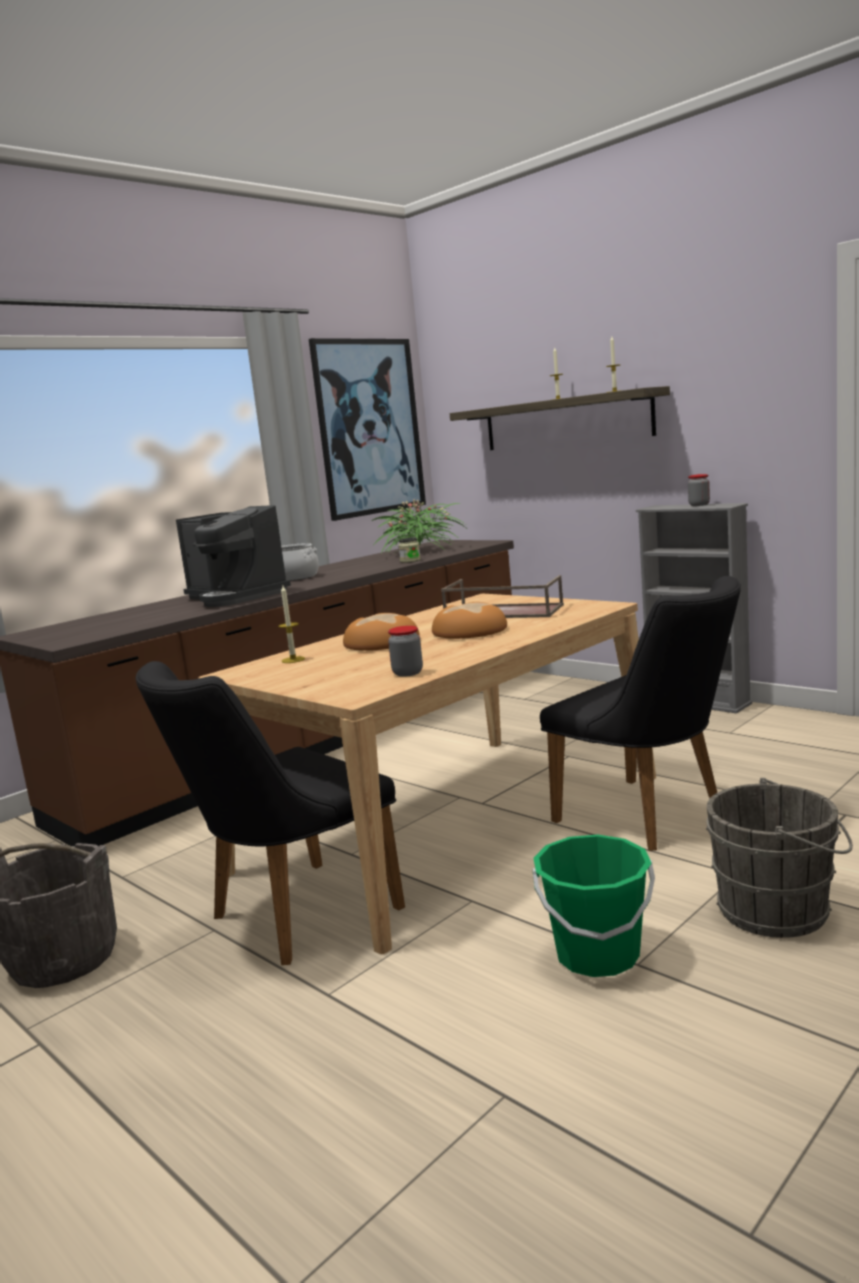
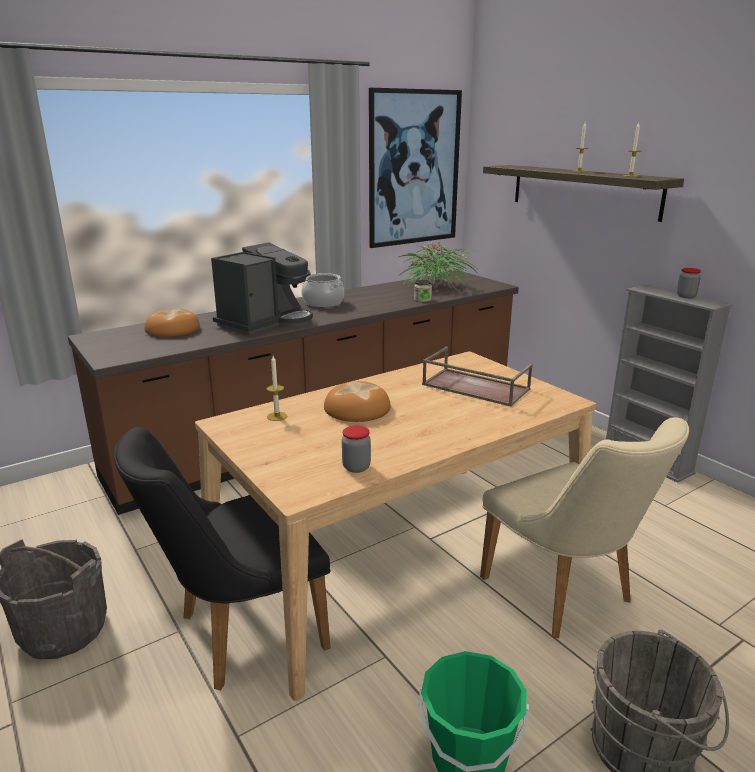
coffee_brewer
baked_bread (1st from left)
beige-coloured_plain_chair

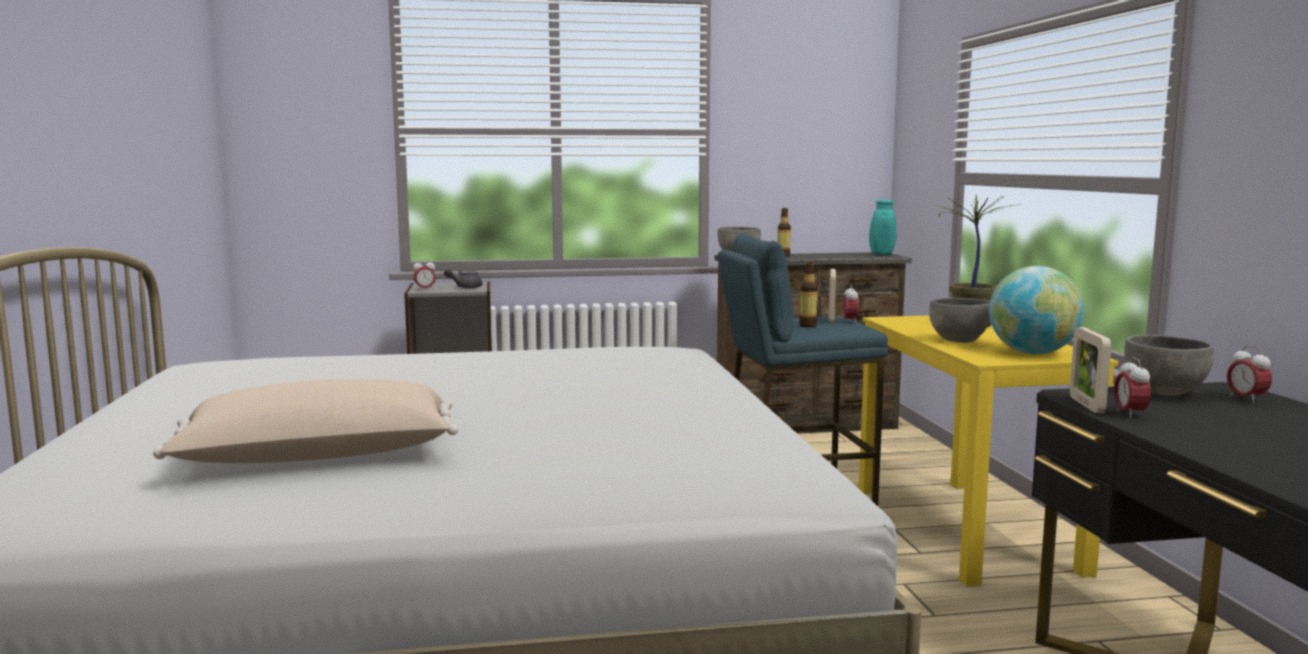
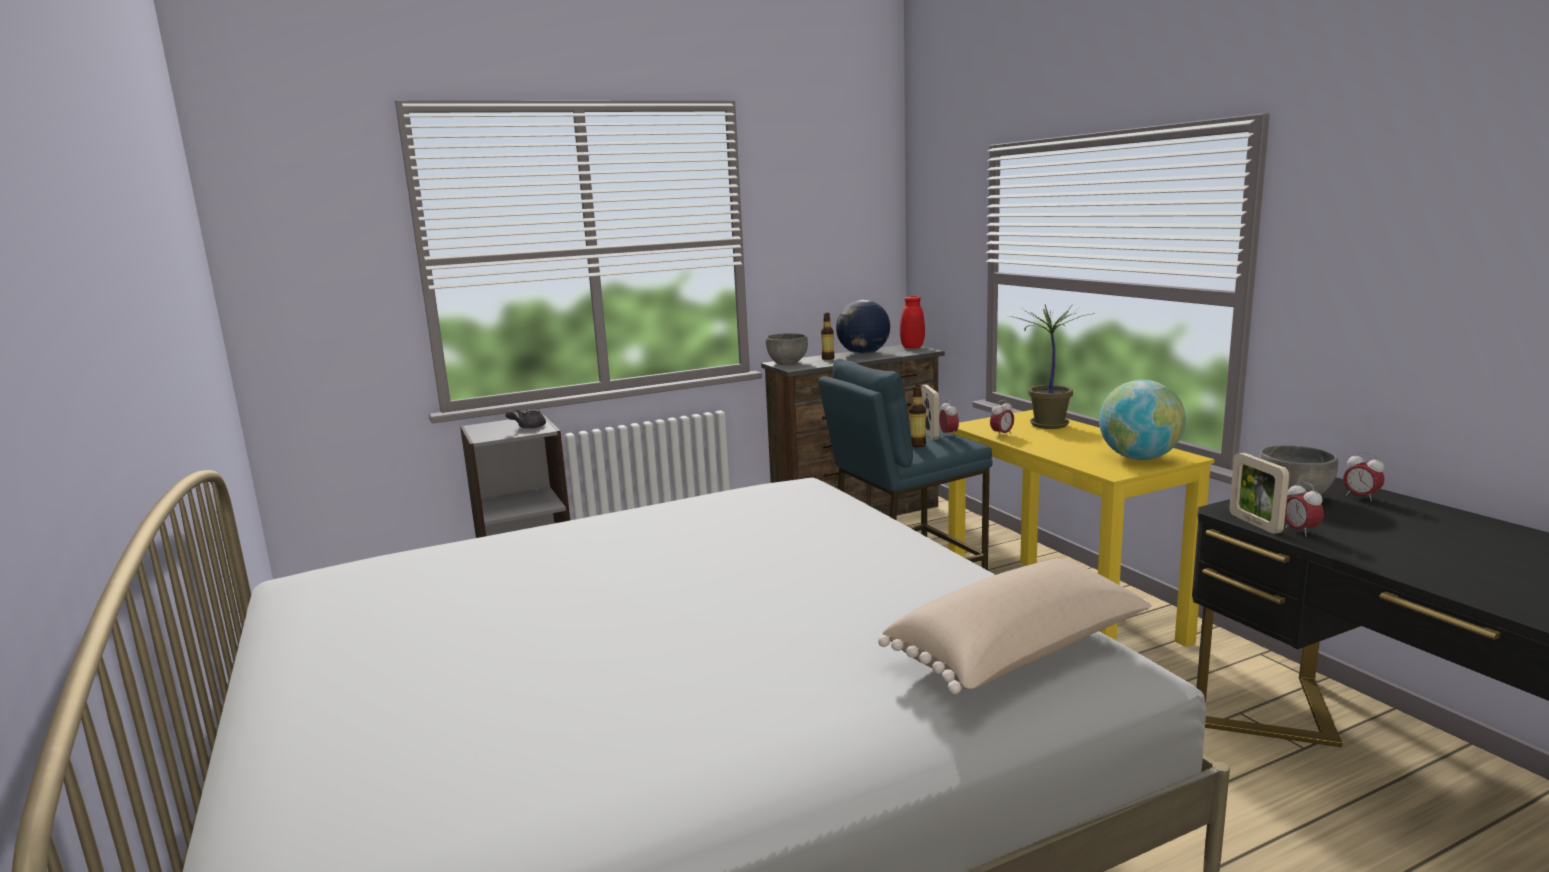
beige-coloured_throw_pillow
alarm_clock (2nd from left)
red-coloured_flower_vase
gray_serving_bowl (2nd from left in the first image)
world_globe (1st from left)

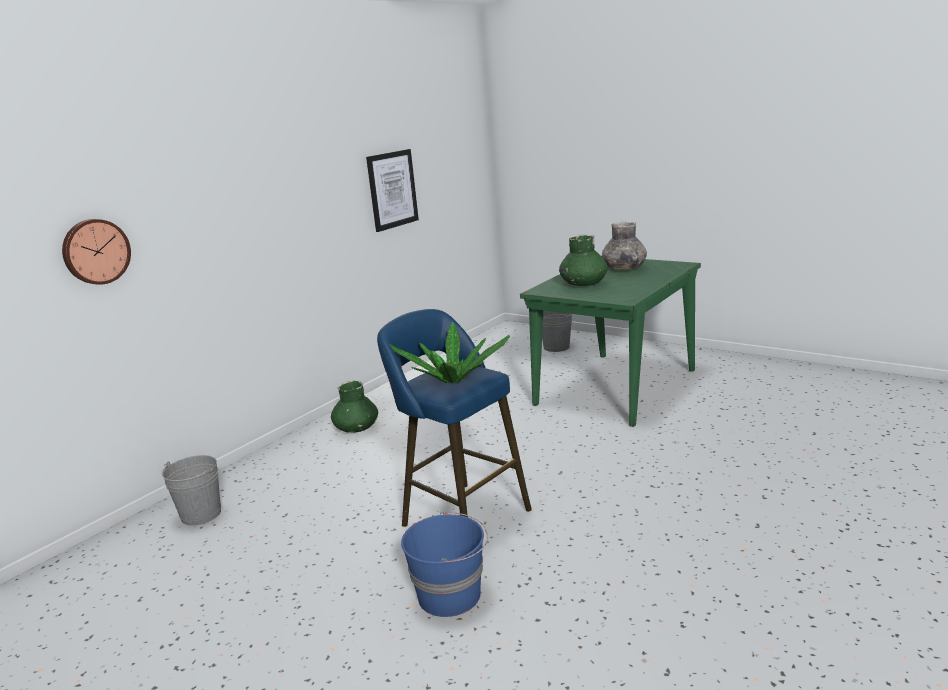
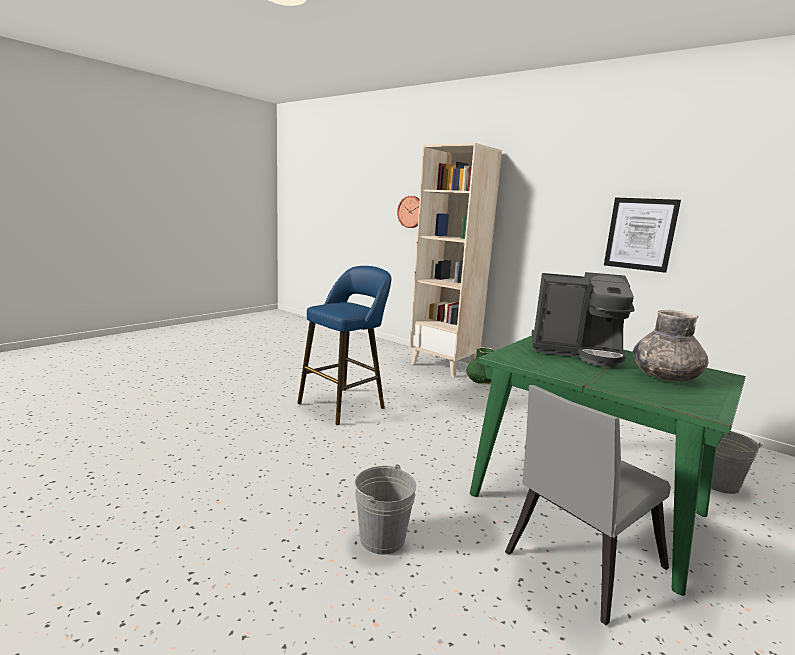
gray_water_bucket (1st from left)
houseplant
blue-coloured_water_bucket
coffee_brewer
beige-coloured_bookcase
gray_plain_chair

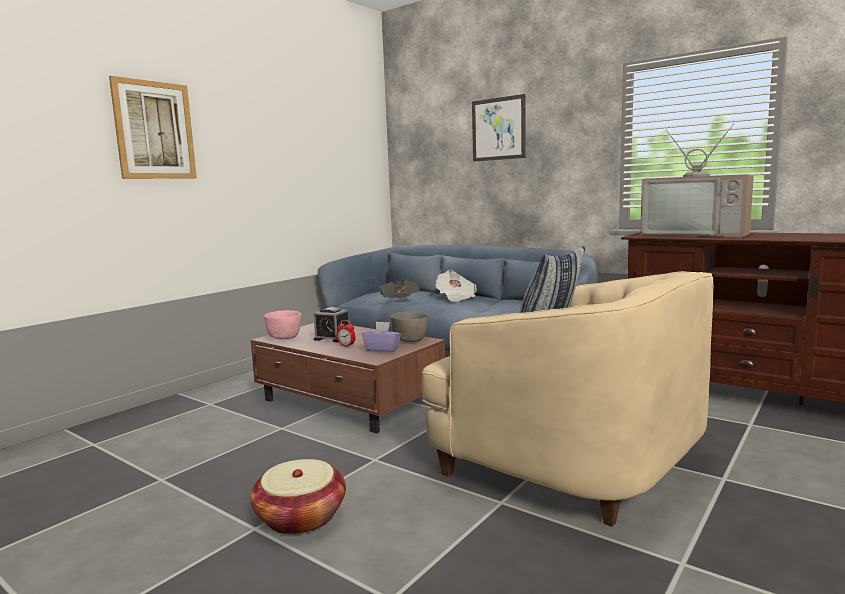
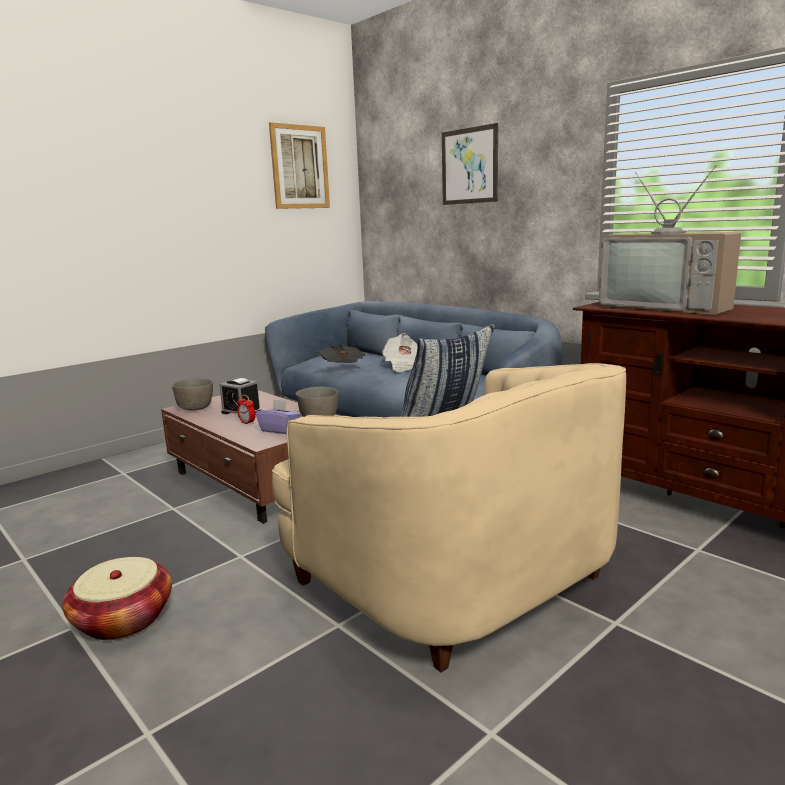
wall_picture (1st from left)
gray_serving_bowl (1st from left)

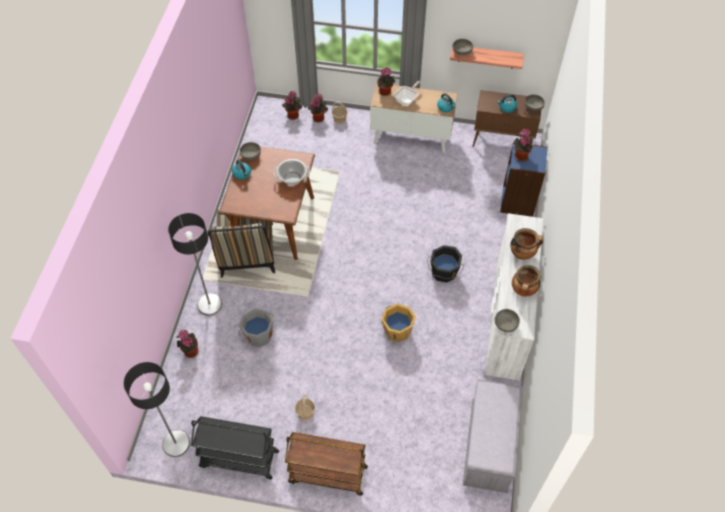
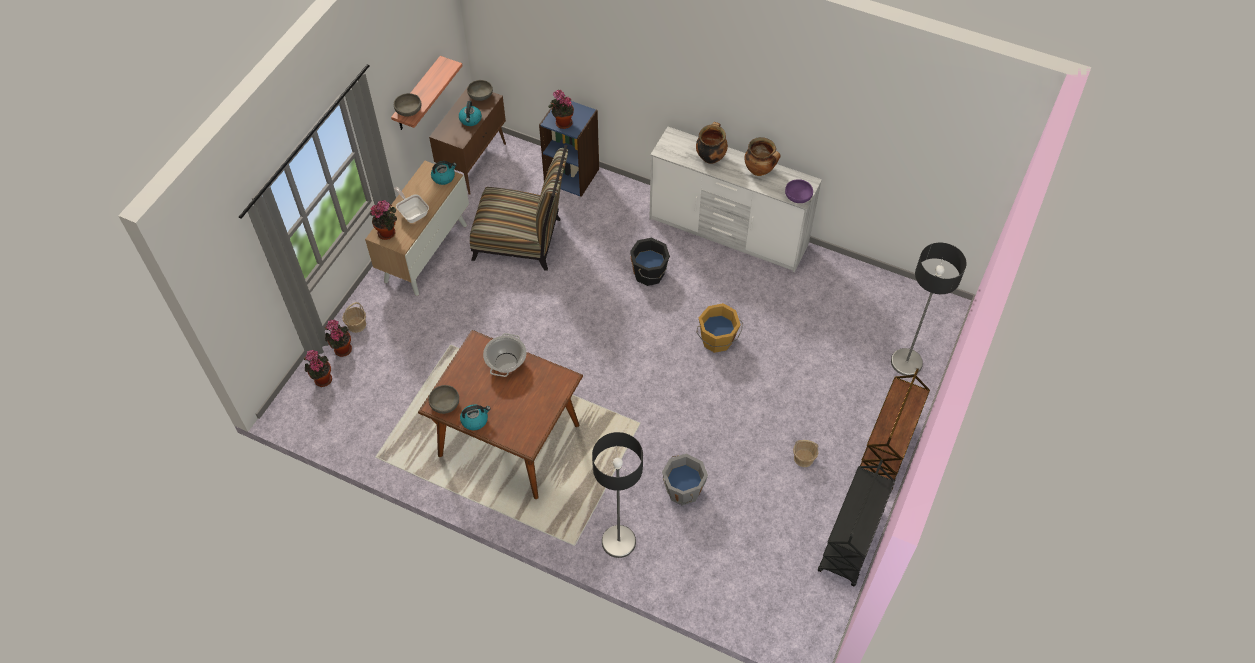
standard_lamp (2nd from left)
houseplant (1st from left in the first image)
plain_chair
gray_bench
purple-coloured_serving_bowl

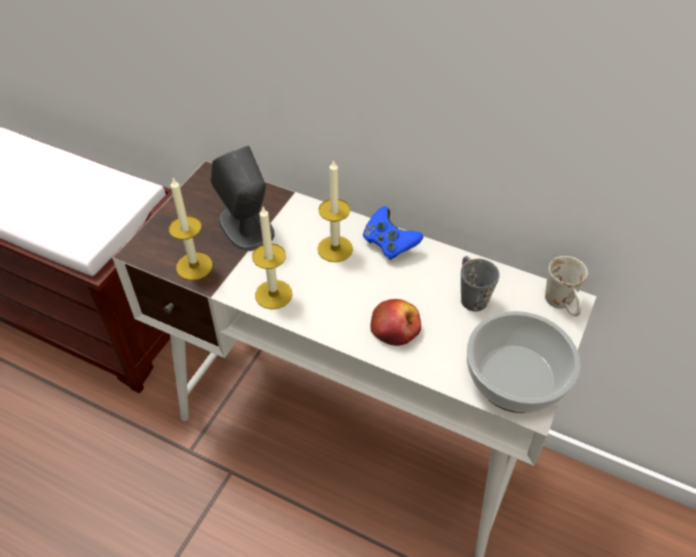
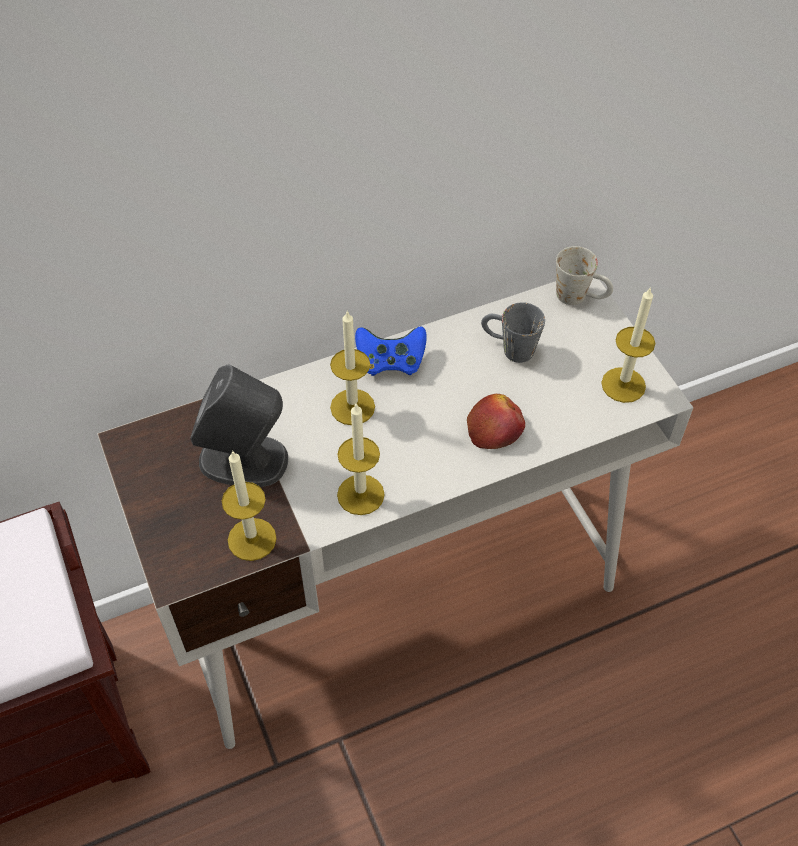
wax_candle (4th from left)

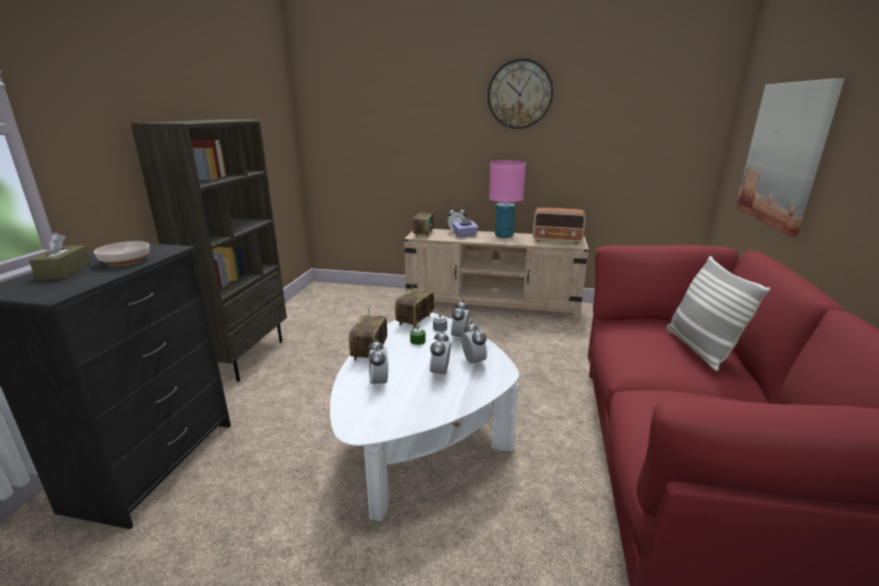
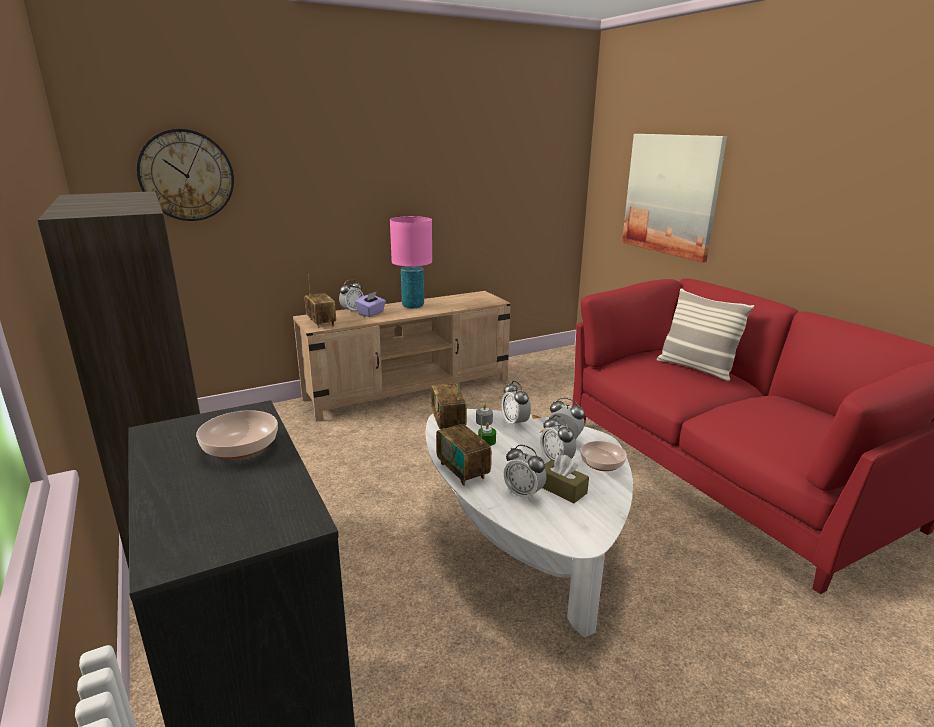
brownish_tissue_holder
wall_clock
radio (4th from left in the first image)
serving_bowl (2nd from left)

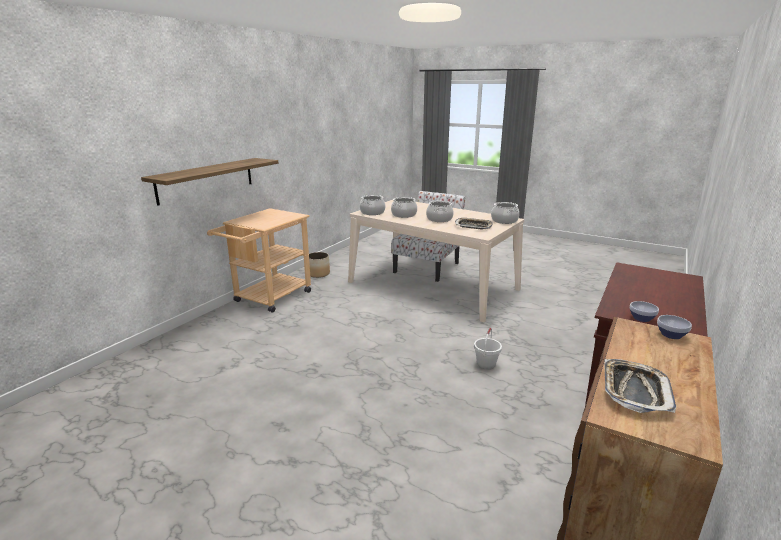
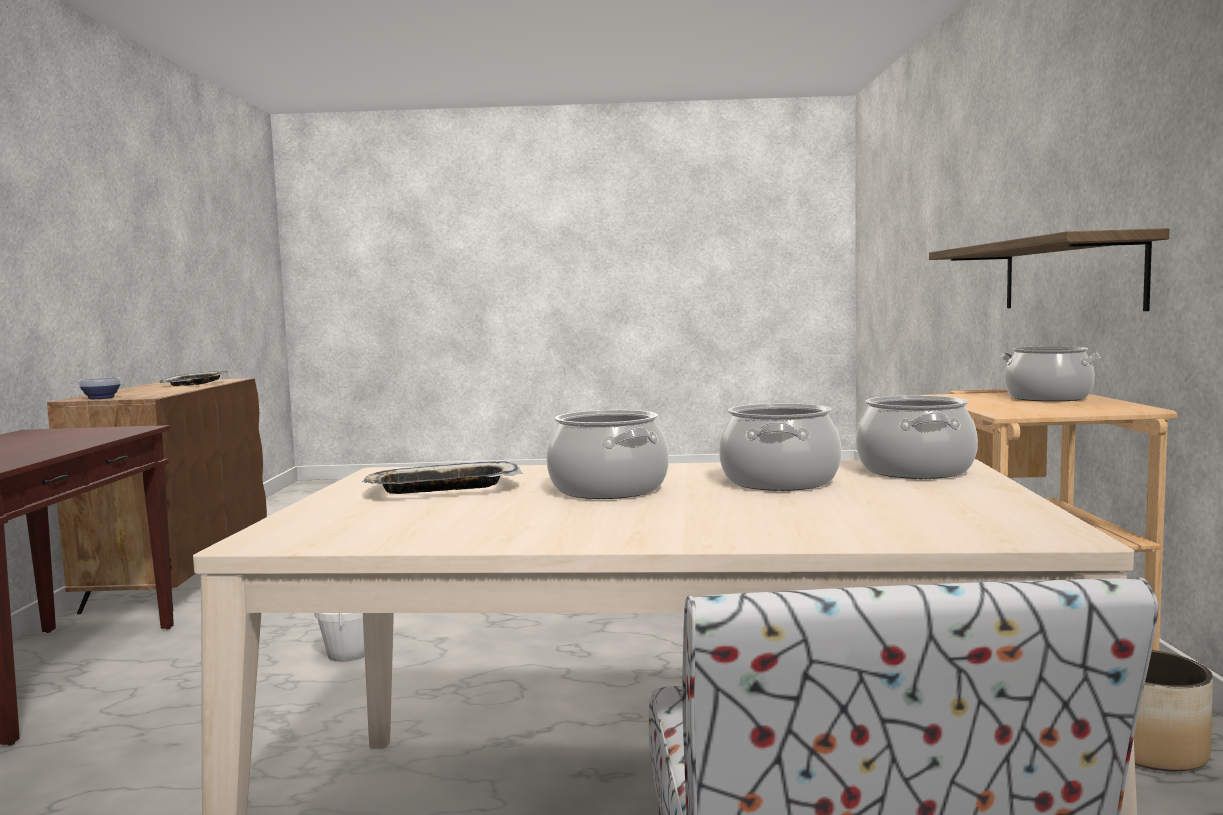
cooking_pot (4th from left)
serving_bowl (1st from left in the first image)

